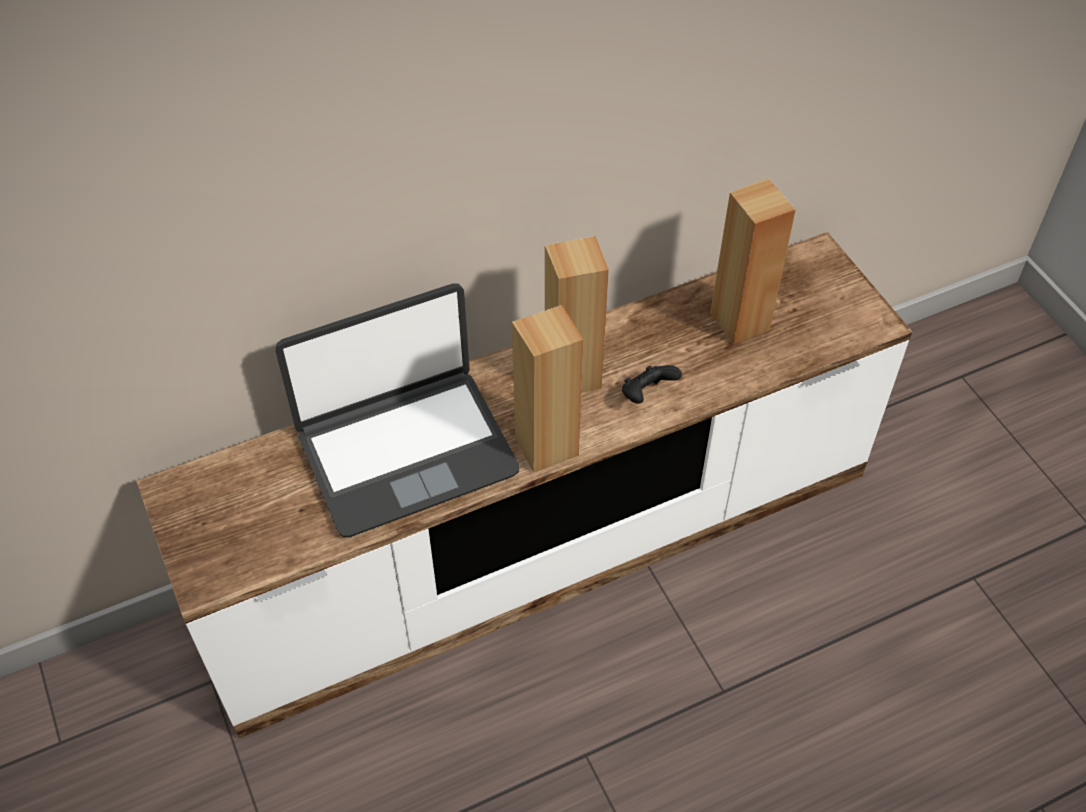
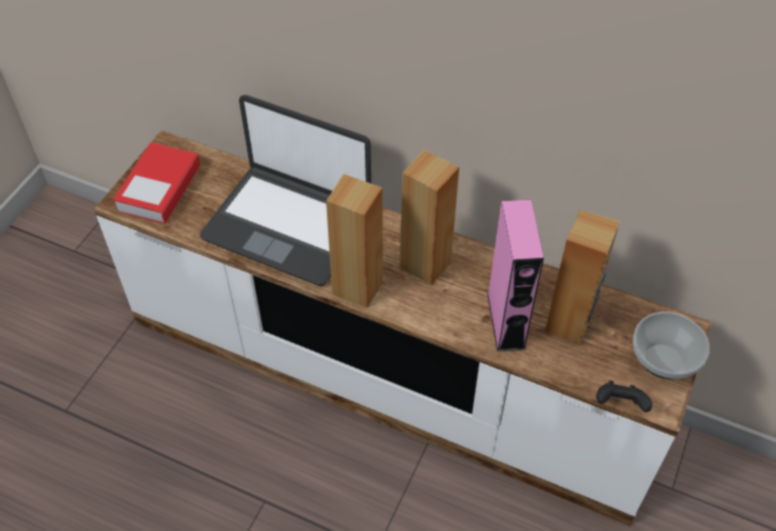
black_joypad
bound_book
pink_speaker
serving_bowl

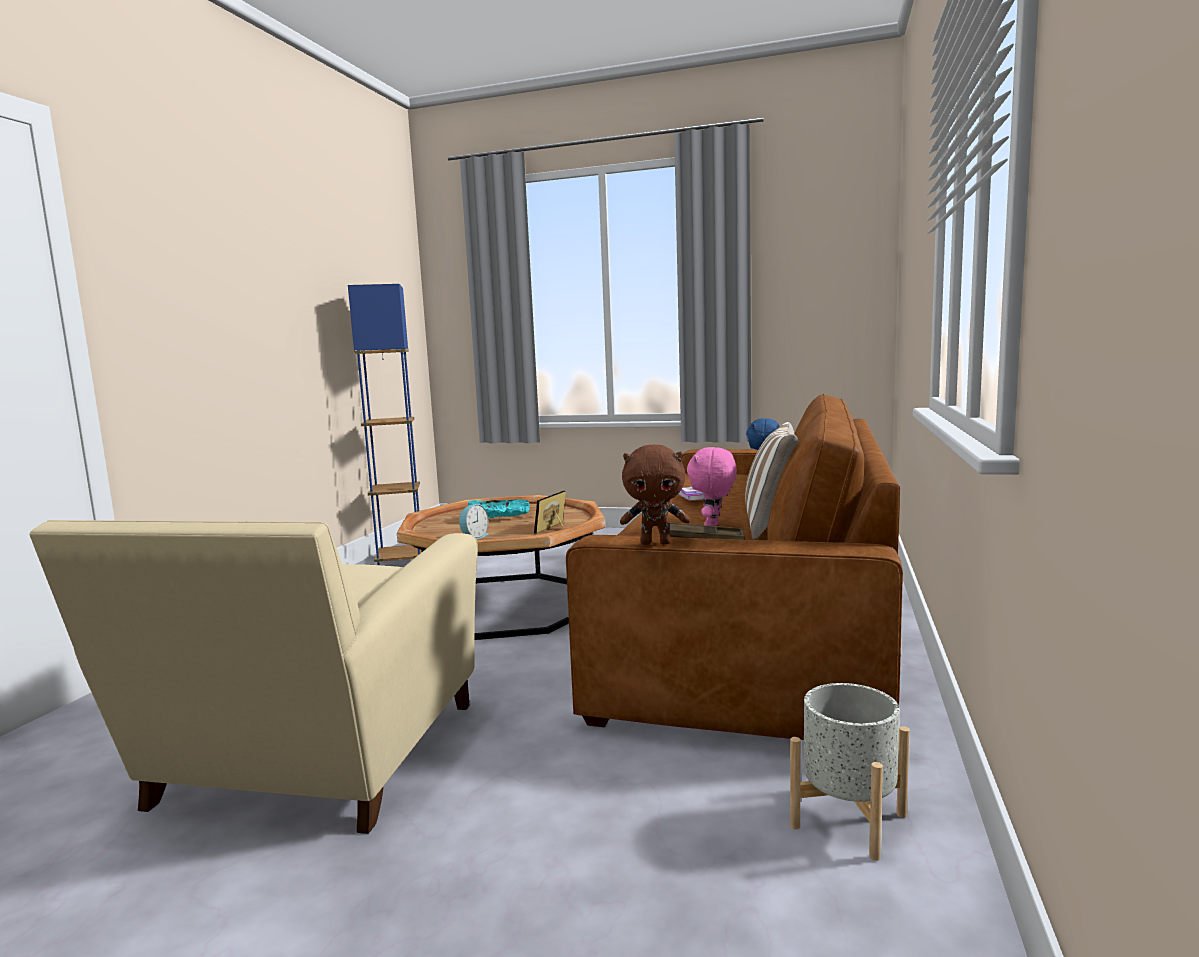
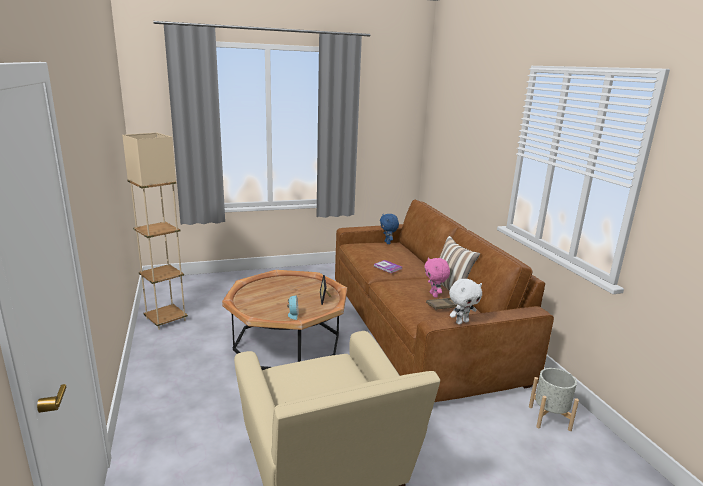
beige-coloured_standard_lamp
blue-green_serving_bowl
whitish_soft_toy

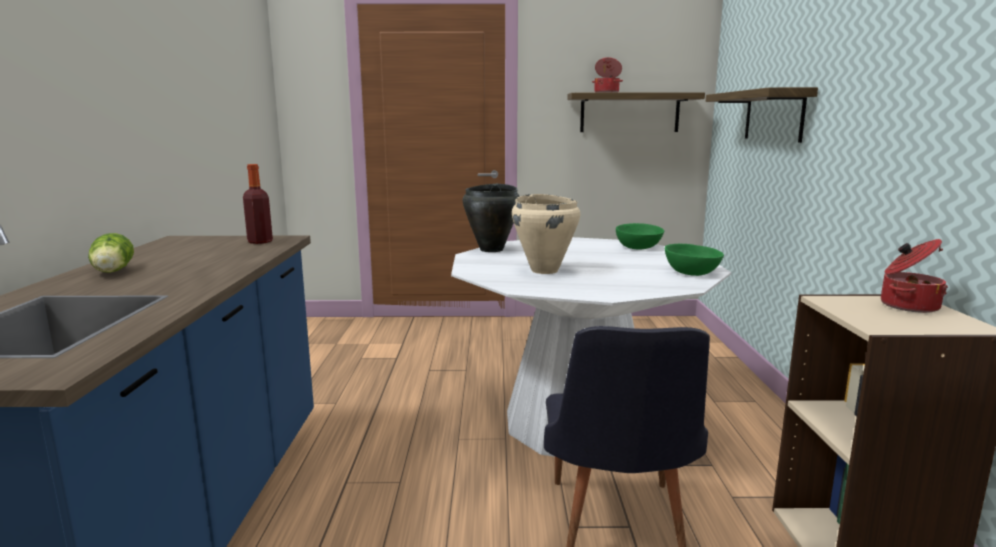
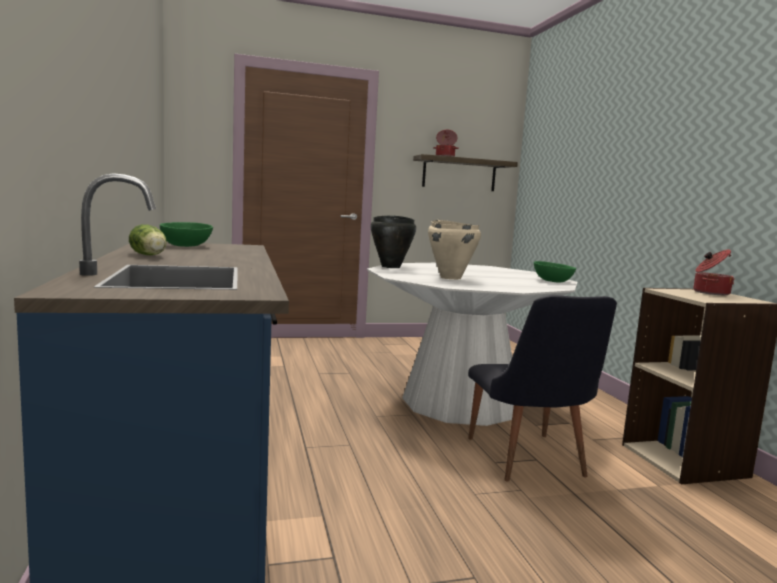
beverage_bottle
green-coloured_serving_bowl (1st from left)
bracket_shelf (2nd from left in the first image)

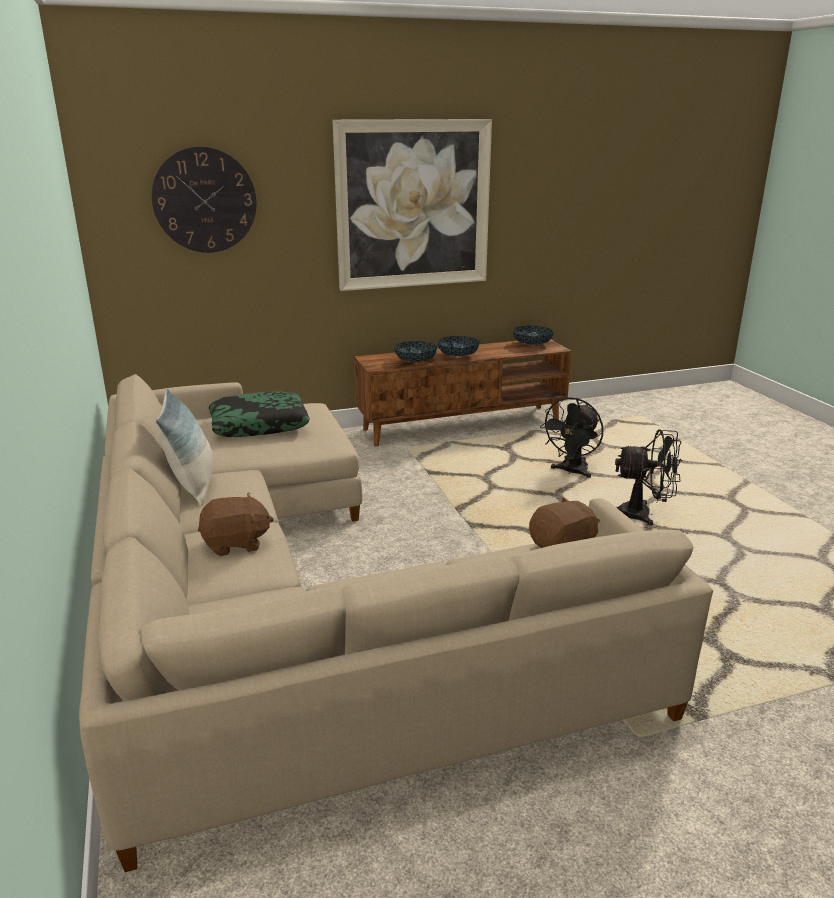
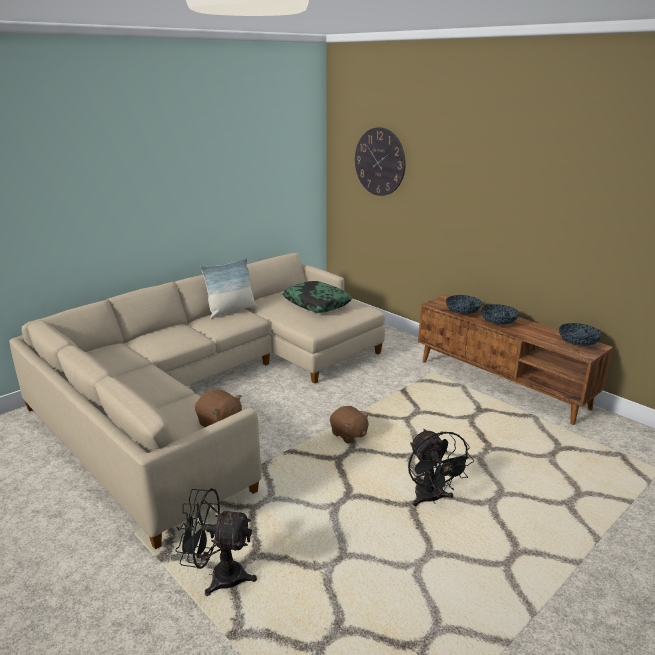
brownish_soft_toy (2nd from left)
wall_picture
black_cooling_fan (1st from left)

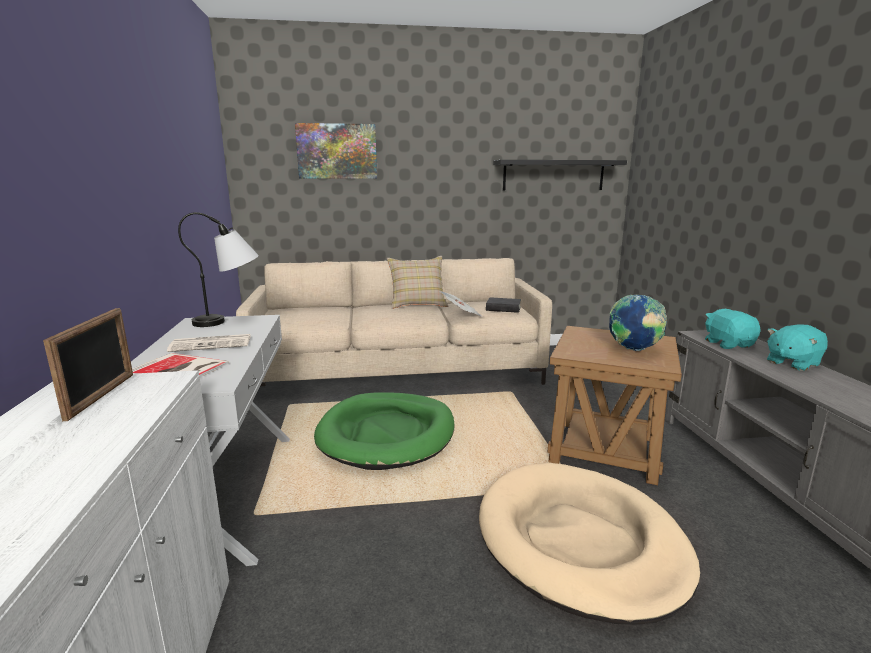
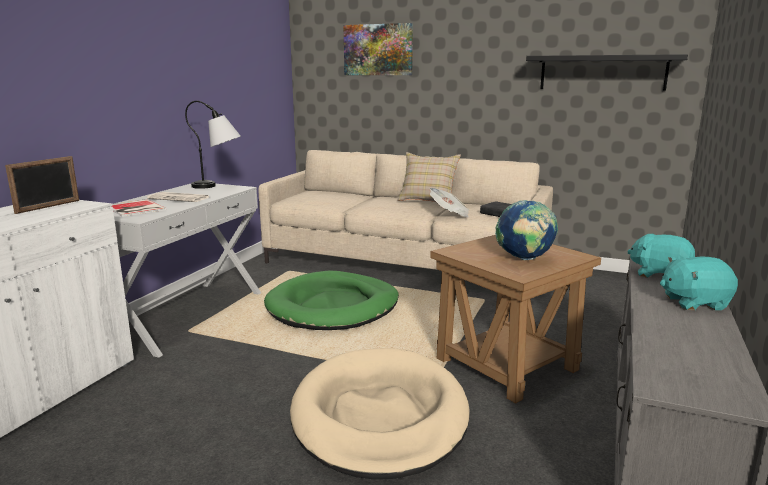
blue-green_soft_toy (1st from left)

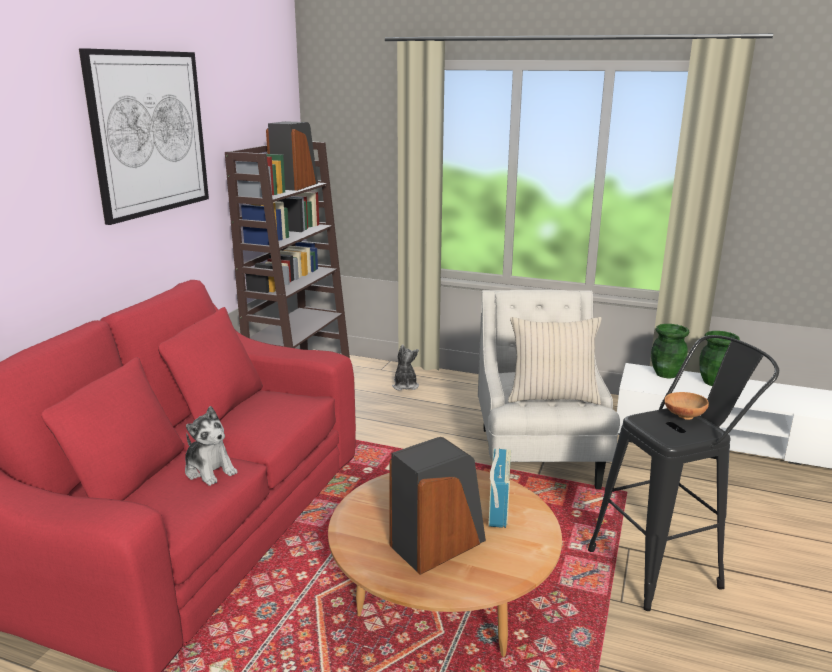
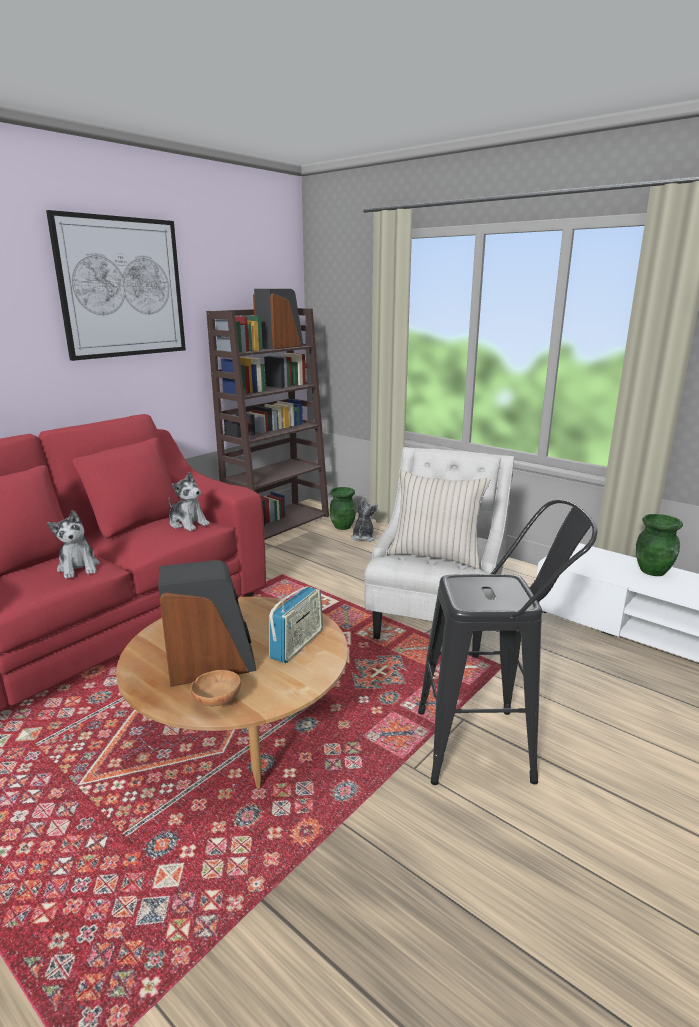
green-coloured_flower_vase (1st from left)
brownish_serving_bowl
soft_toy (2nd from left)

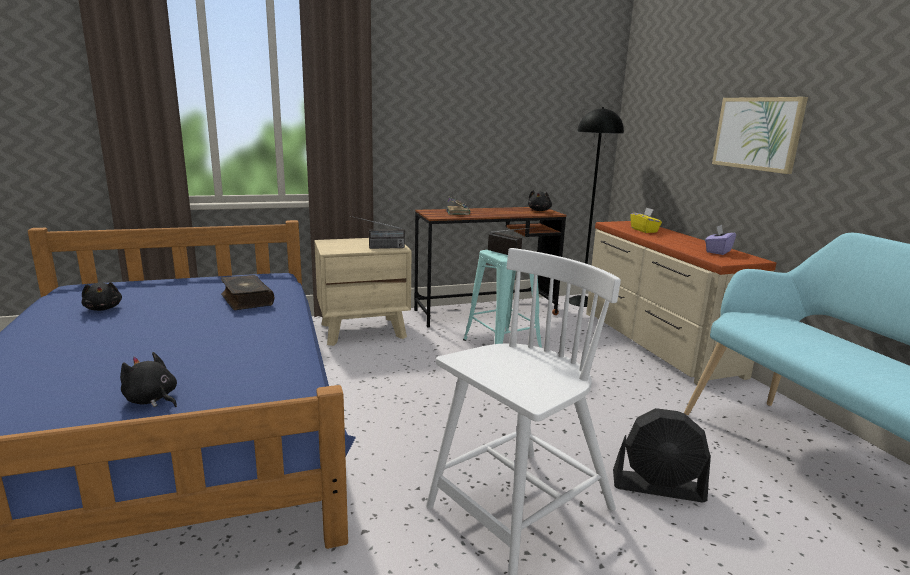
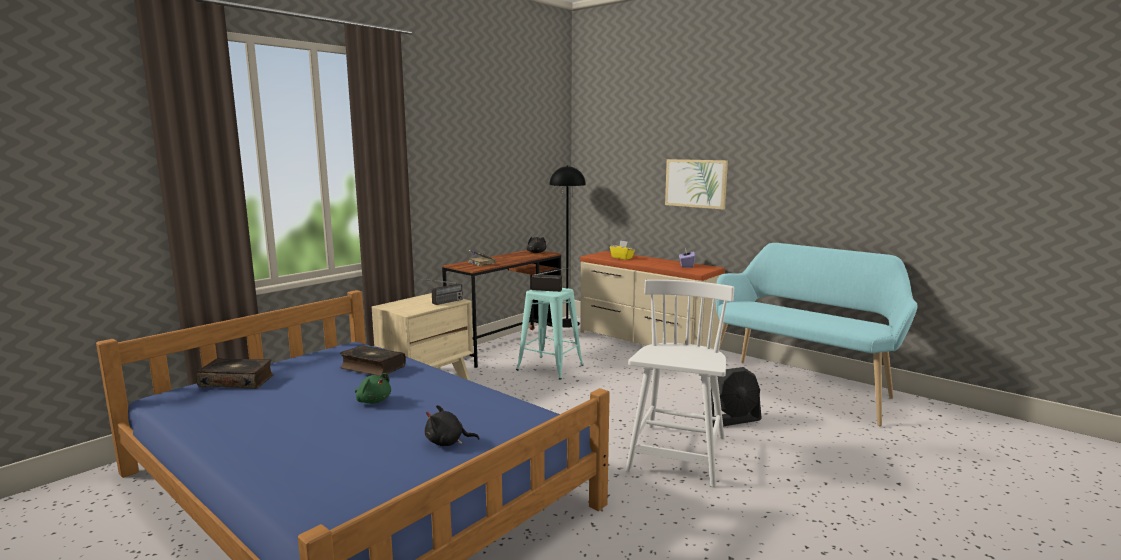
black_soft_toy (1st from left in the first image)
bound_book (1st from left)
green-coloured_soft_toy

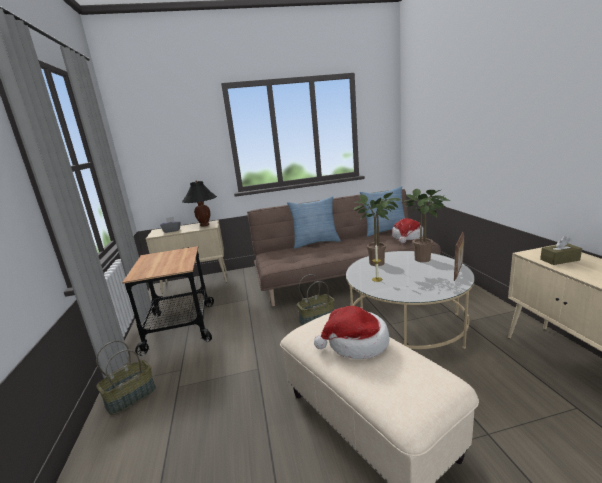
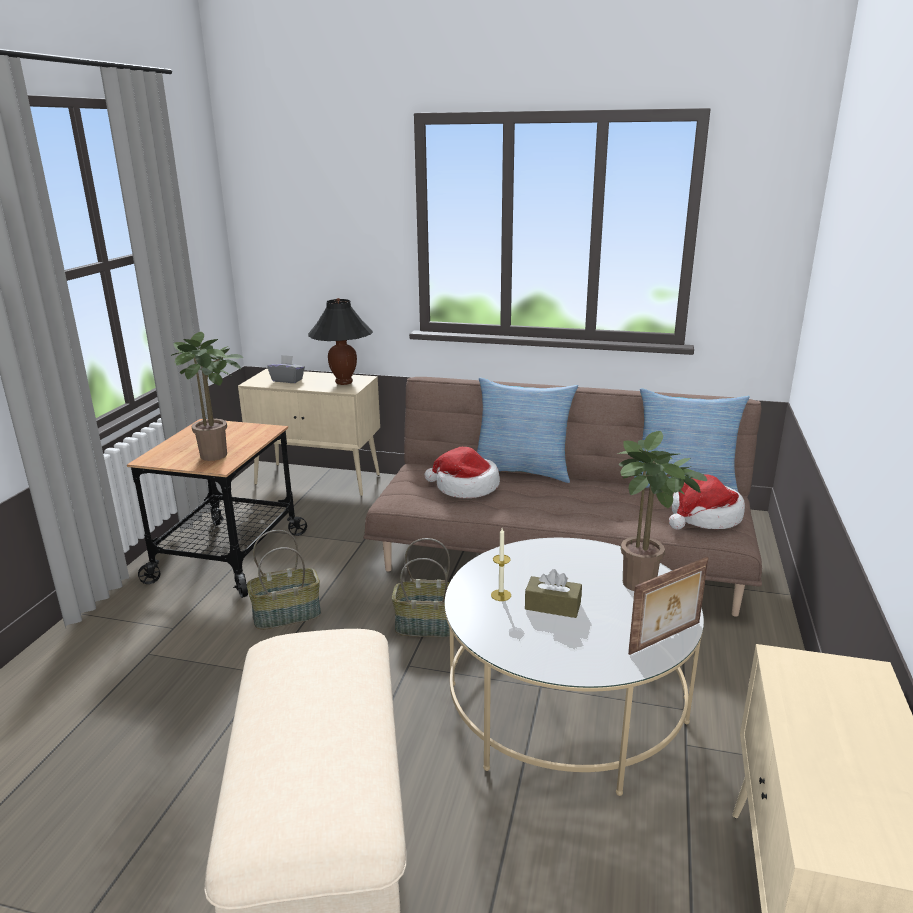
storage_basket (1st from left)
hat (1st from left)
houseplant (1st from left)
brownish_tissue_holder

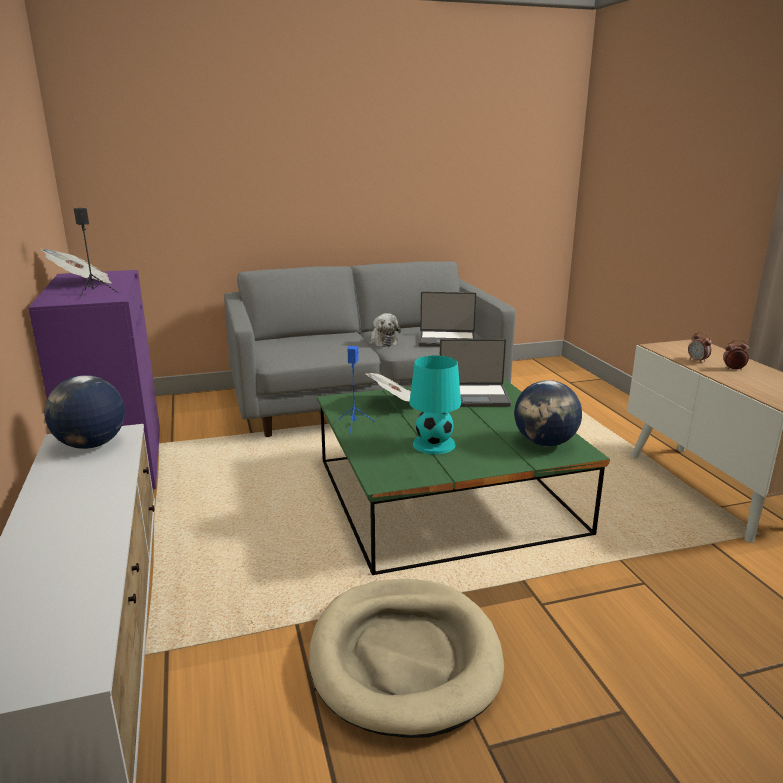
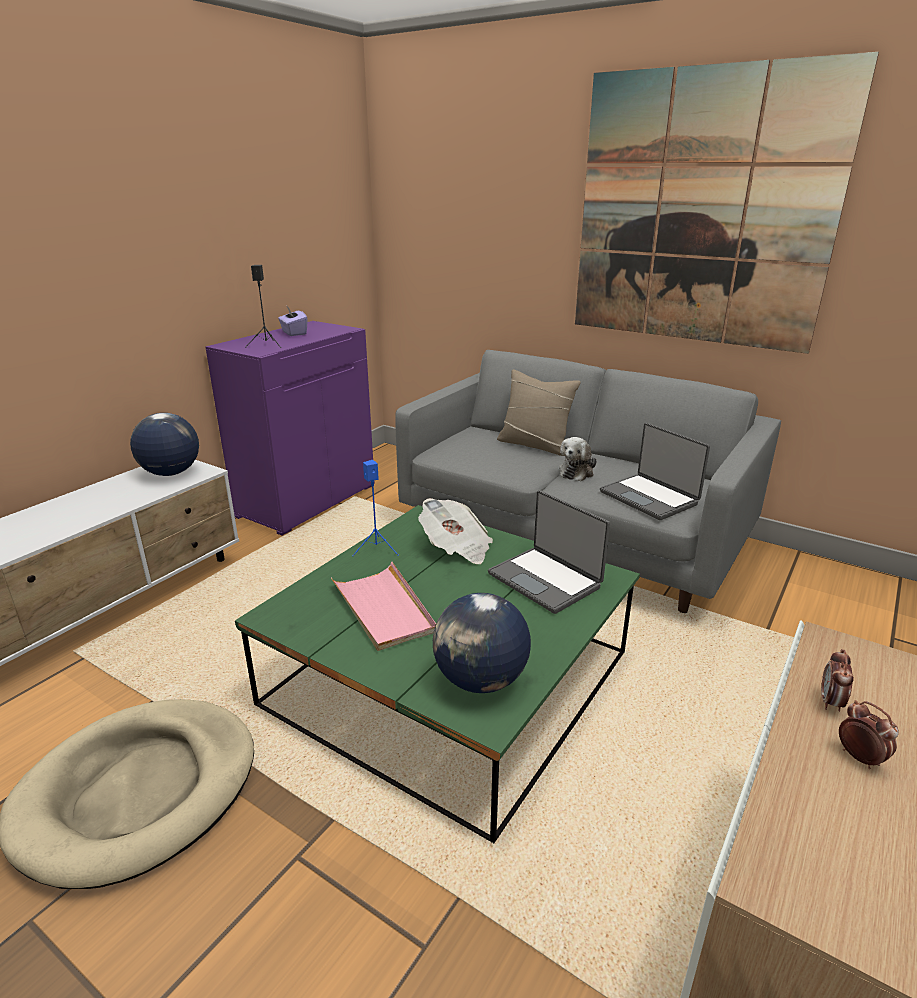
purple-coloured_tissue_holder
pink_tray
beige-coloured_throw_pillow
wall_picture

